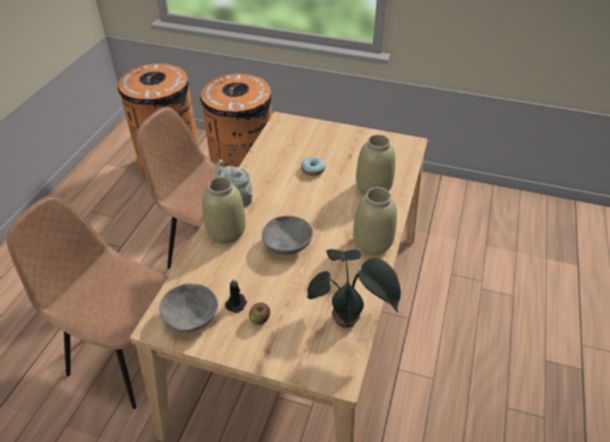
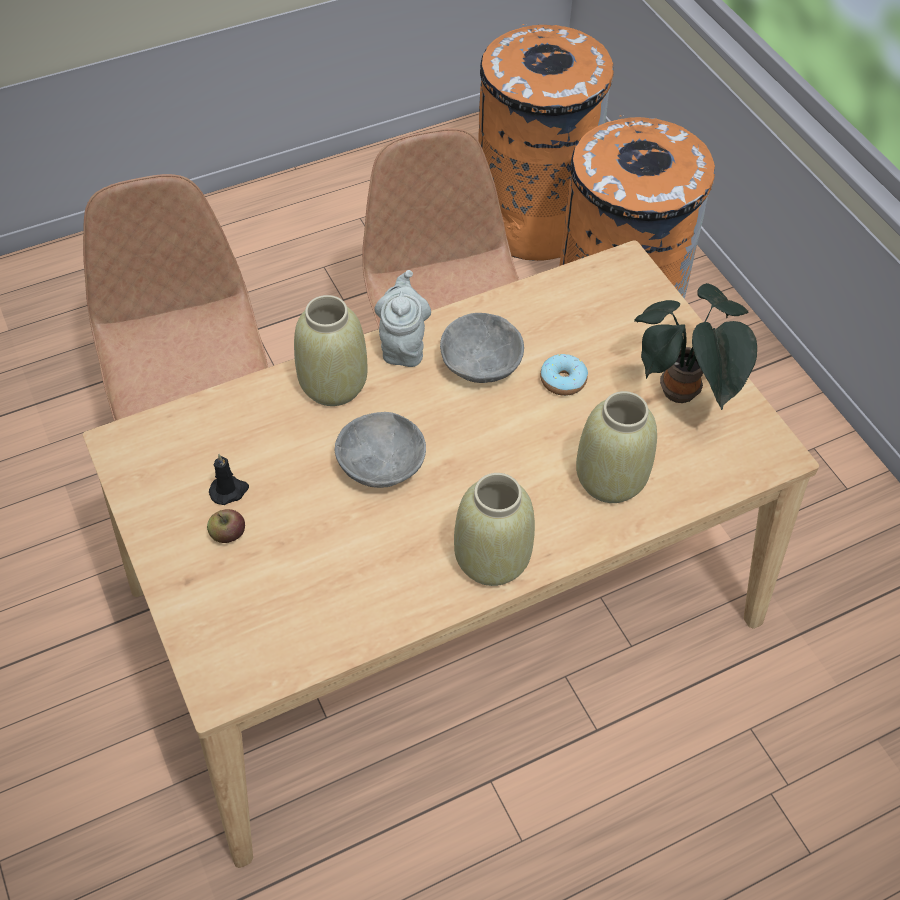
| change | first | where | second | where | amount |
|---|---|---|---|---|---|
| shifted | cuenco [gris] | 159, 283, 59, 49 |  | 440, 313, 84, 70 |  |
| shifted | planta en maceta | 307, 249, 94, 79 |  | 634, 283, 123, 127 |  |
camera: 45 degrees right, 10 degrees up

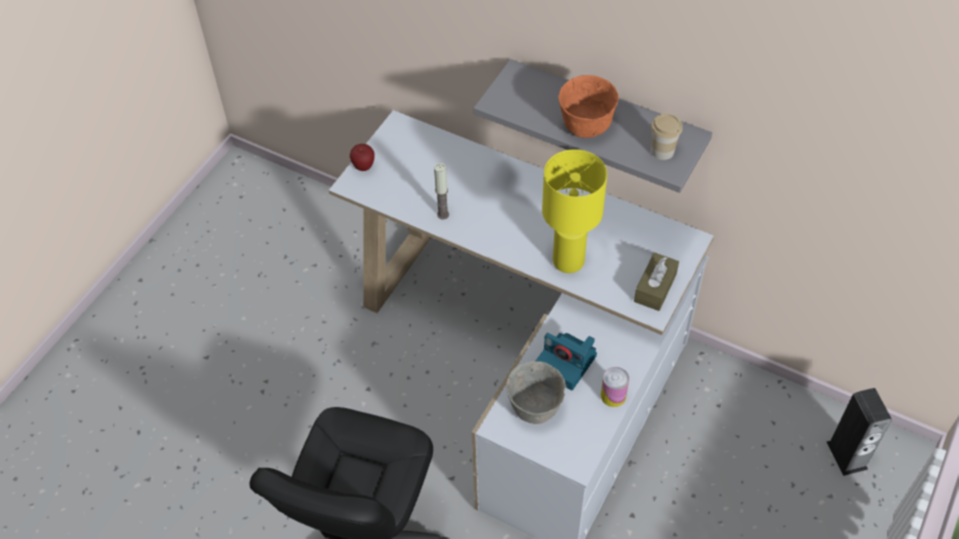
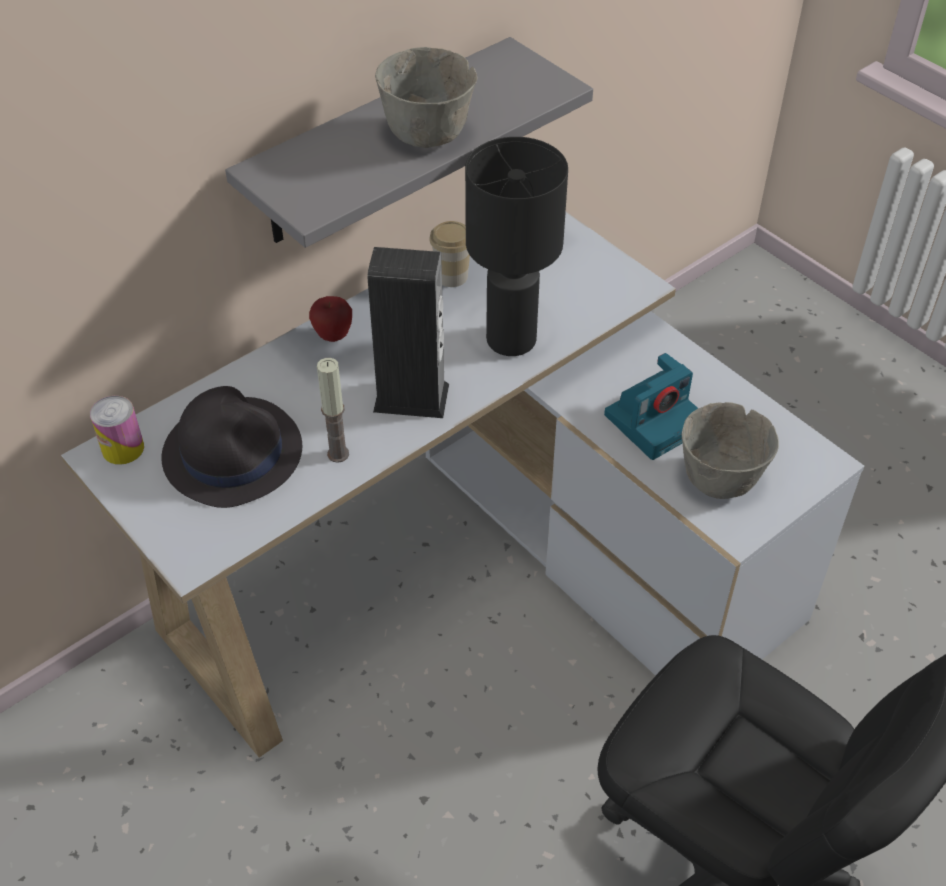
| change | first | where | second | where | amount |
|---|---|---|---|---|---|
| shifted | manzana | 350, 144, 25, 27 |  | 309, 296, 43, 46 |  |
| repainted | lámpara de mesa [amarillo] | 542, 149, 65, 124 | lámpara de mesa [negro] | 465, 137, 103, 219 |  |
| repainted | cuenco [naranja] | 559, 75, 60, 63 | cuenco [gris] | 375, 47, 102, 101 |  |
| shifted | lata | 601, 367, 28, 40 |  | 90, 396, 54, 69 |  |
| gone | caja de pañuelos [marrón] | 634, 252, 45, 59 |  |  |  |
| shifted | taza | 651, 114, 32, 46 |  | 429, 221, 41, 66 |  |
| shifted | altavoz | 827, 388, 65, 88 |  | 368, 247, 81, 171 |  |
| new |  |  | sombrero [negro] | 161, 386, 141, 122 |  |
camera: 70 degrees left, 5 degrees down

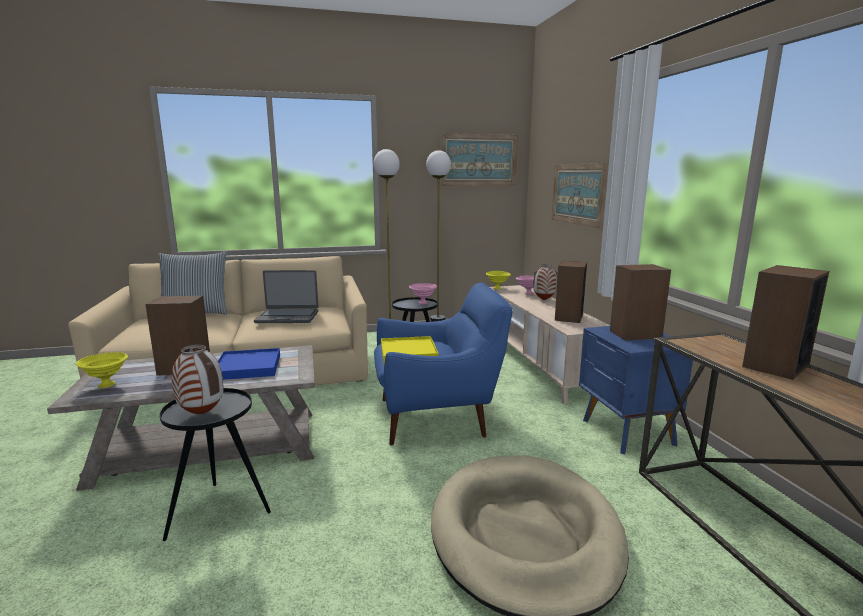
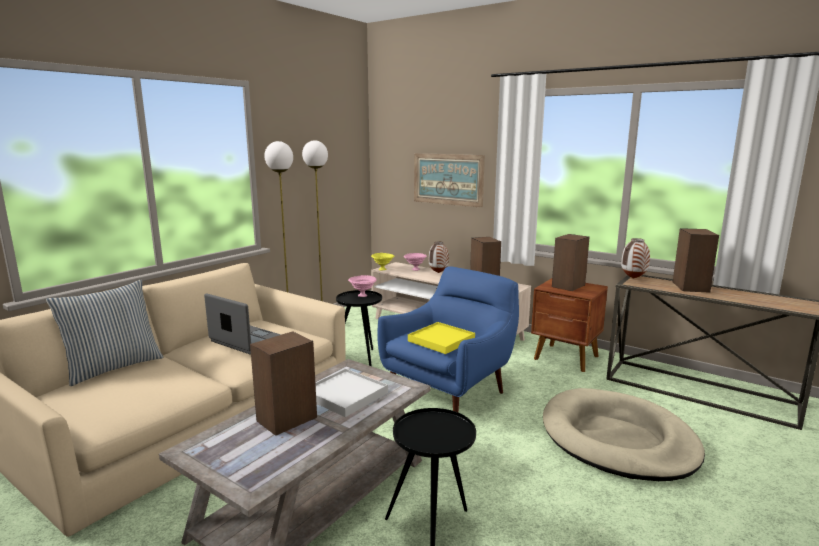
| change | first | where | second | where | amount |
|---|---|---|---|---|---|
| gone | cuenco [amarillo] | 76, 352, 52, 36 |  |  |  |
| shifted | florero | 172, 345, 52, 69 |  | 621, 238, 29, 41 |  |
| repainted | bandeja [azul] | 218, 348, 62, 32 | bandeja [blanco] | 315, 368, 73, 49 |  |
| rotated | portátil | 254, 270, 64, 53 |  | 204, 293, 77, 62 | 105 degrees counterclockwise |
| gone | cuadro | 441, 133, 77, 53 |  |  |  |
| repainted | mesita de noche [azul] | 579, 326, 114, 129 | mesita de noche [marrón] | 531, 278, 77, 94 |  |
camera: 40 degrees left, 0 degrees up

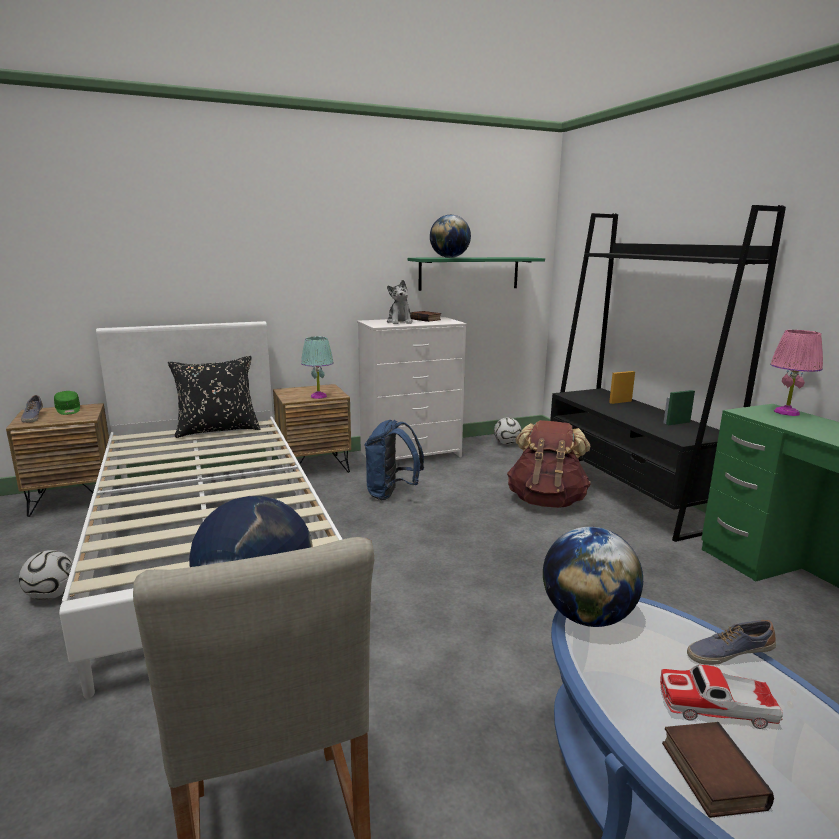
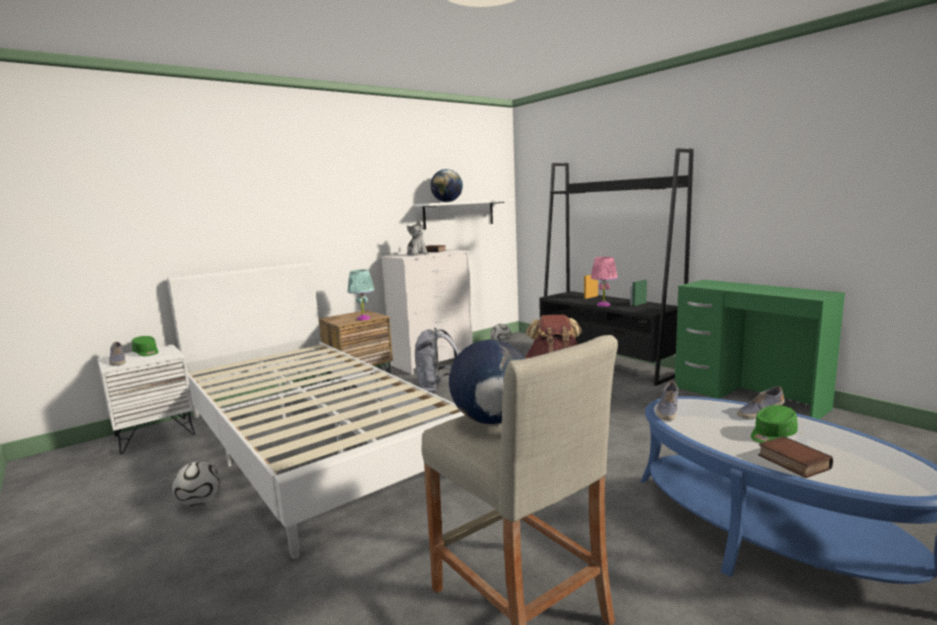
| change | first | where | second | where | amount |
|---|---|---|---|---|---|
| repainted | mesita de noche [marrón] | 6, 403, 103, 114 | mesita de noche [blanco] | 97, 345, 98, 109 |  |
| gone | cojín [negro] | 168, 356, 92, 82 |  |  |  |
| repainted | mochila [azul] | 364, 420, 60, 80 | mochila [gris] | 415, 328, 44, 65 |  |
| repainted | estante [verde] | 408, 257, 137, 34 | estante [blanco] | 414, 199, 100, 31 |  |
| swapped | globo terráqueo | 543, 527, 100, 100 | zapato | 656, 381, 22, 40 |  |
| swapped | coche de juguete | 660, 665, 123, 64 | gorra [verde] | 751, 405, 47, 38 |  |
| shifted | lámpara de mesa [rosa] | 770, 330, 53, 86 |  | 591, 257, 27, 49 |  |
camera: 15 degrees left, 5 degrees down

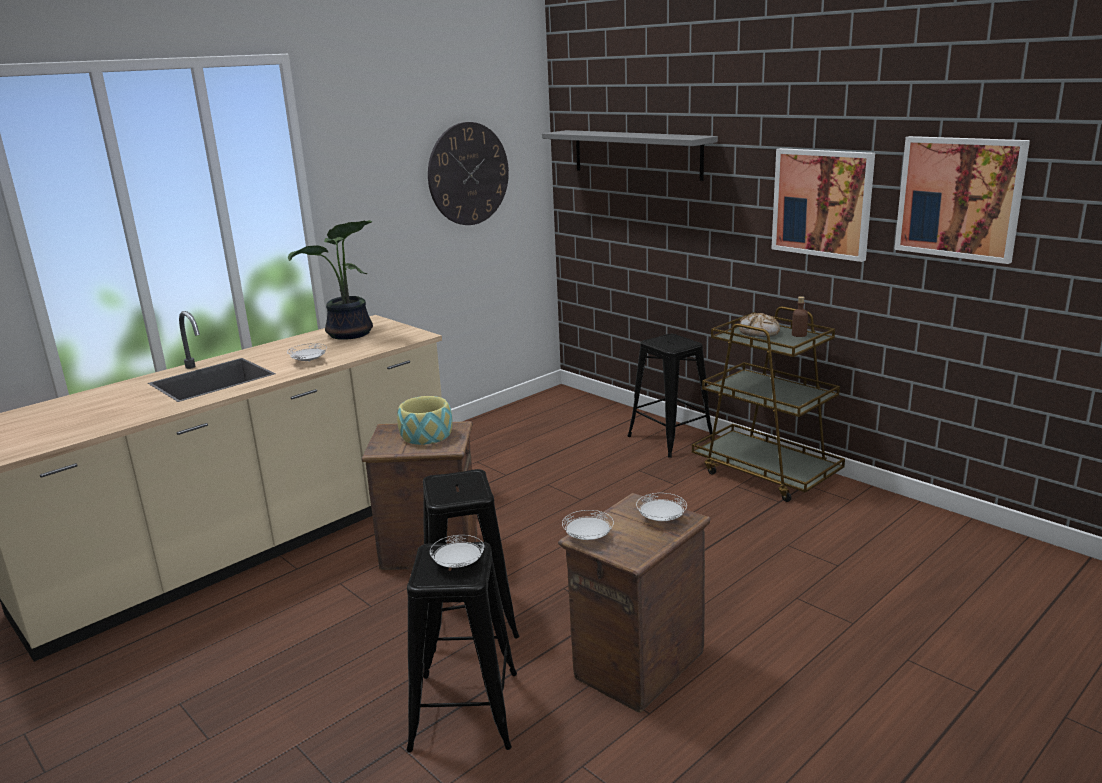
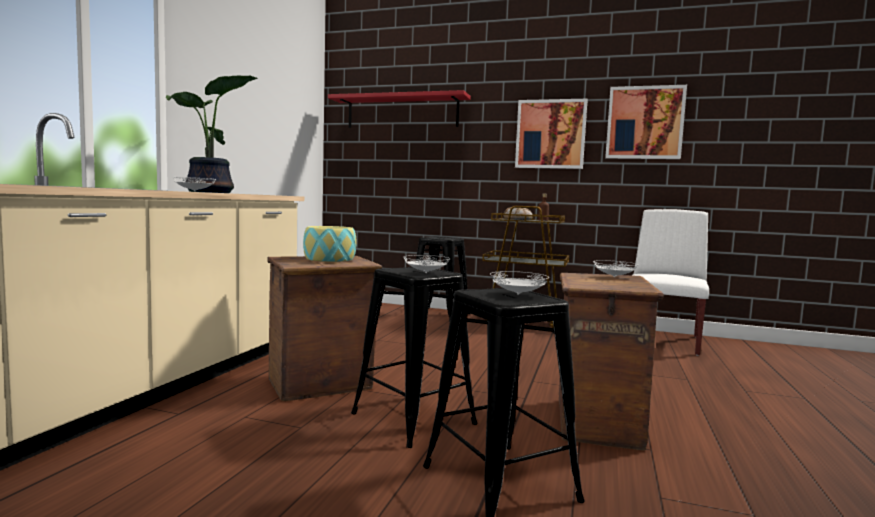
| change | first | where | second | where | amount |
|---|---|---|---|---|---|
| gone | reloj de pared | 428, 122, 81, 103 |  |  |  |
| repainted | estante [gris] | 542, 130, 176, 51 | estante [rojo] | 328, 90, 143, 38 |  |
| shifted | plato [blanco] | 562, 510, 52, 30 |  | 404, 255, 46, 18 |  |
| new |  |  | silla [blanco] | 632, 209, 77, 147 |  |
camera: 30 degrees left, 15 degrees down

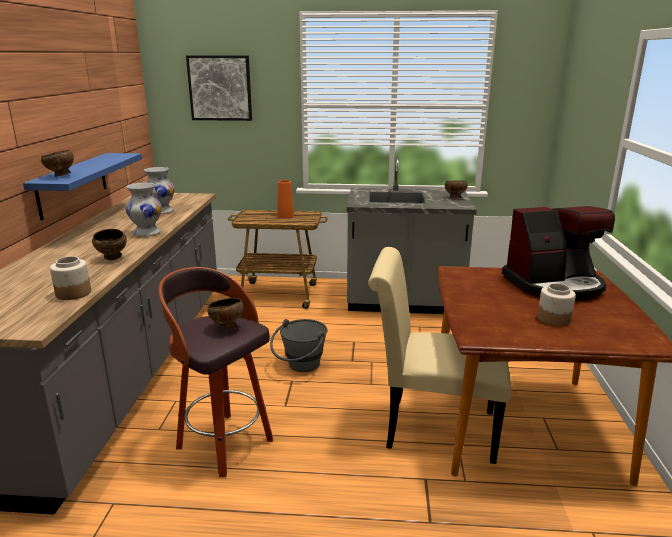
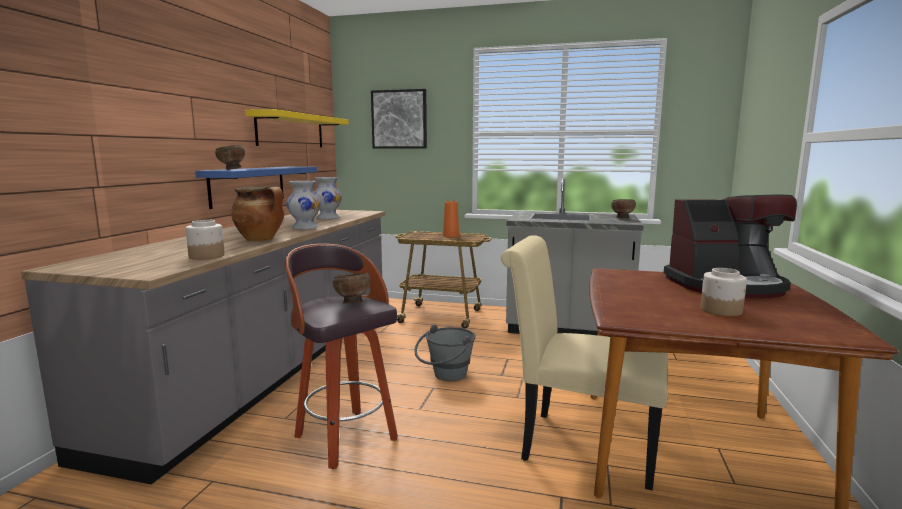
| change | first | where | second | where | amount |
|---|---|---|---|---|---|
| swapped | cuenco [marrón] | 92, 229, 35, 31 | olla | 231, 186, 53, 55 |  |
| new |  |  | estante [amarillo] | 245, 109, 104, 38 |  |
camera: 10 degrees right, 10 degrees down

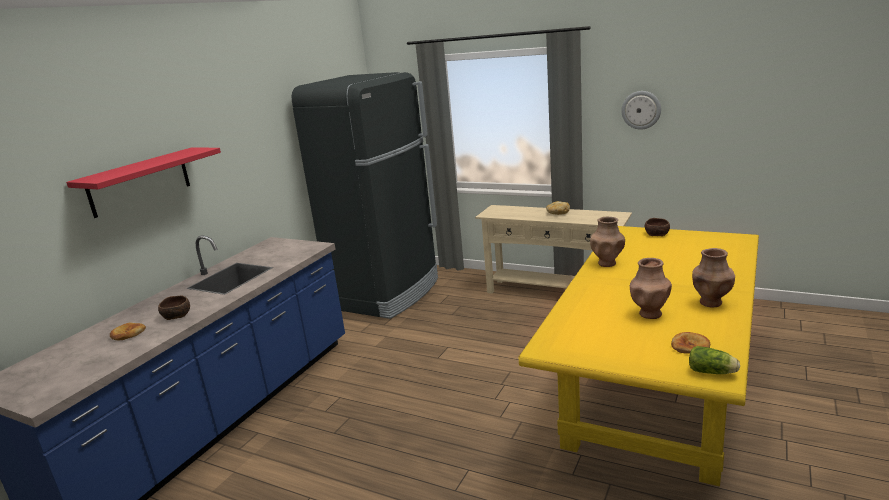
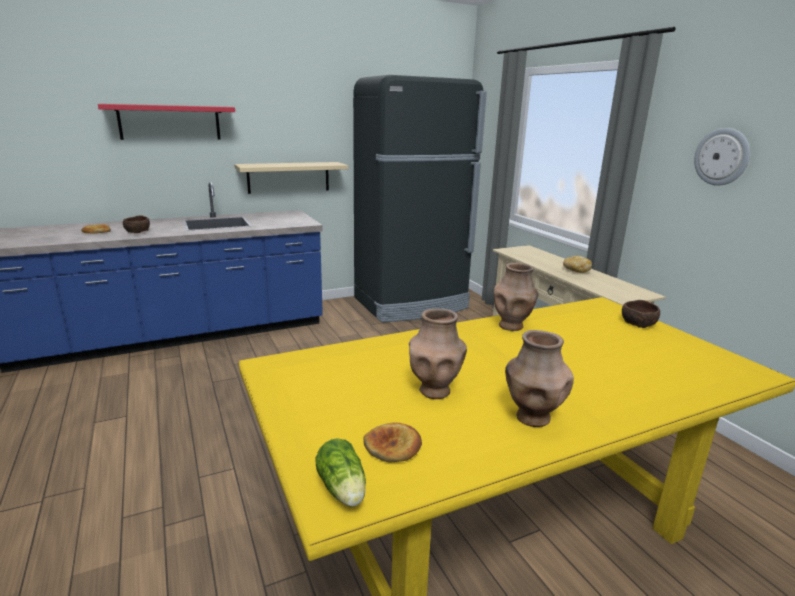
| change | first | where | second | where | amount |
|---|---|---|---|---|---|
| new |  |  | estante [beis] | 234, 162, 114, 32 |  |
camera: 35 degrees right, 0 degrees up

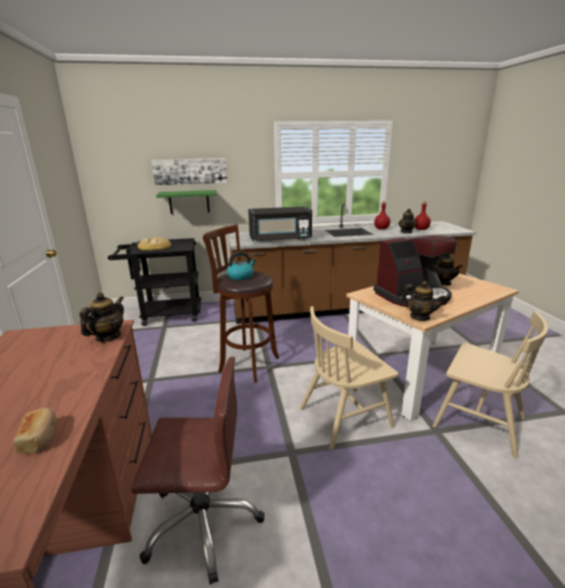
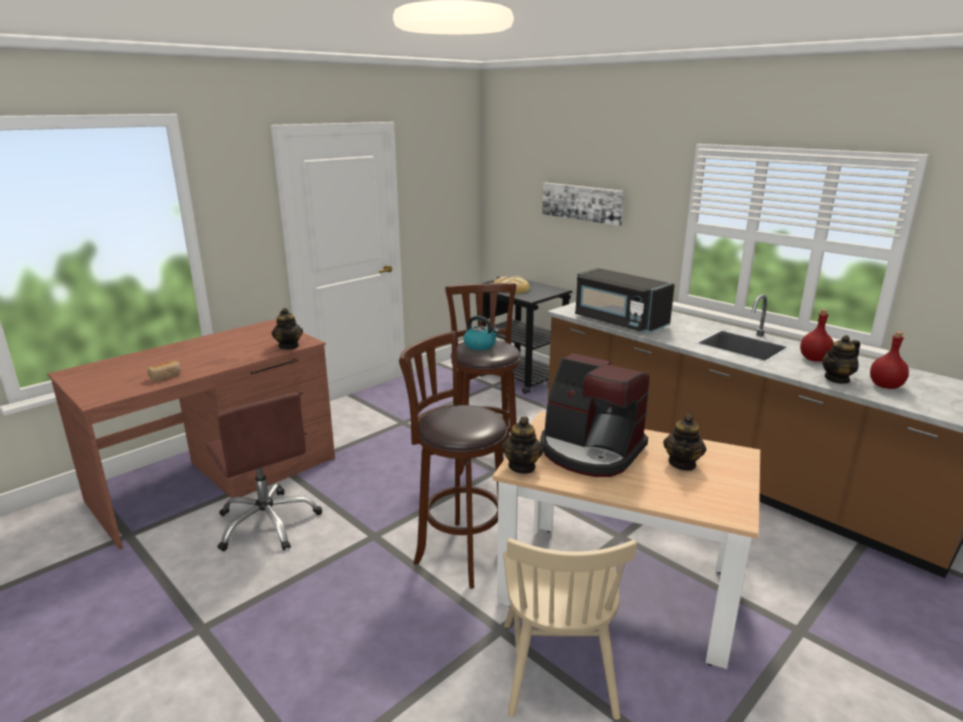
| change | first | where | second | where | amount |
|---|---|---|---|---|---|
| rotated | tetera | 79, 292, 45, 50 |  | 272, 308, 31, 41 | 75 degrees clockwise |
| gone | estante [verde] | 156, 190, 61, 24 |  |  |  |
| swapped | silla [beis] | 300, 306, 98, 144 | taburete [marrón] | 399, 331, 108, 258 |  |
camera: 55 degrees right, 0 degrees up

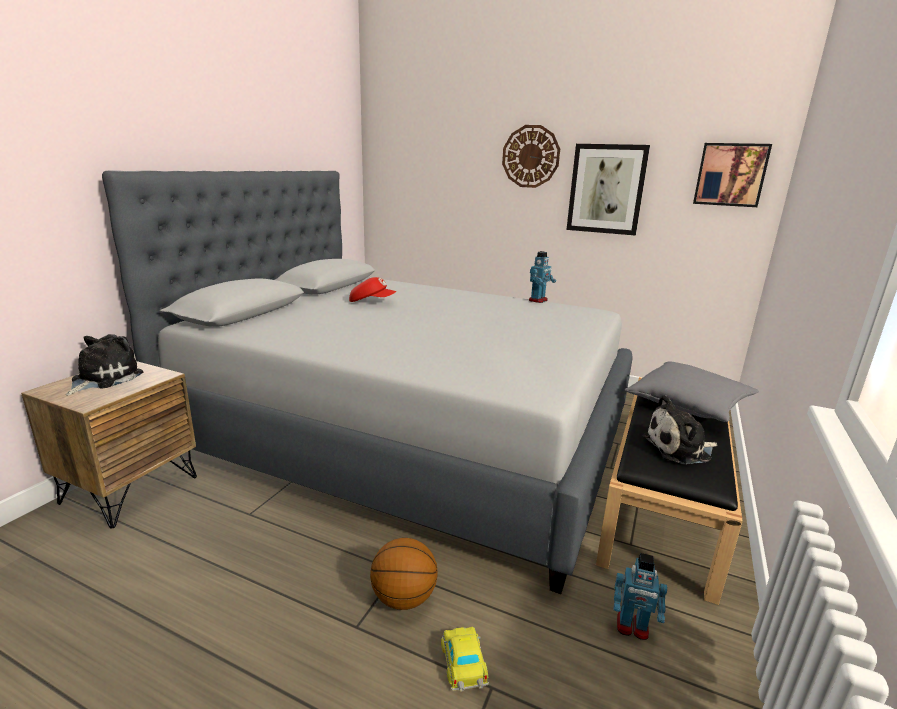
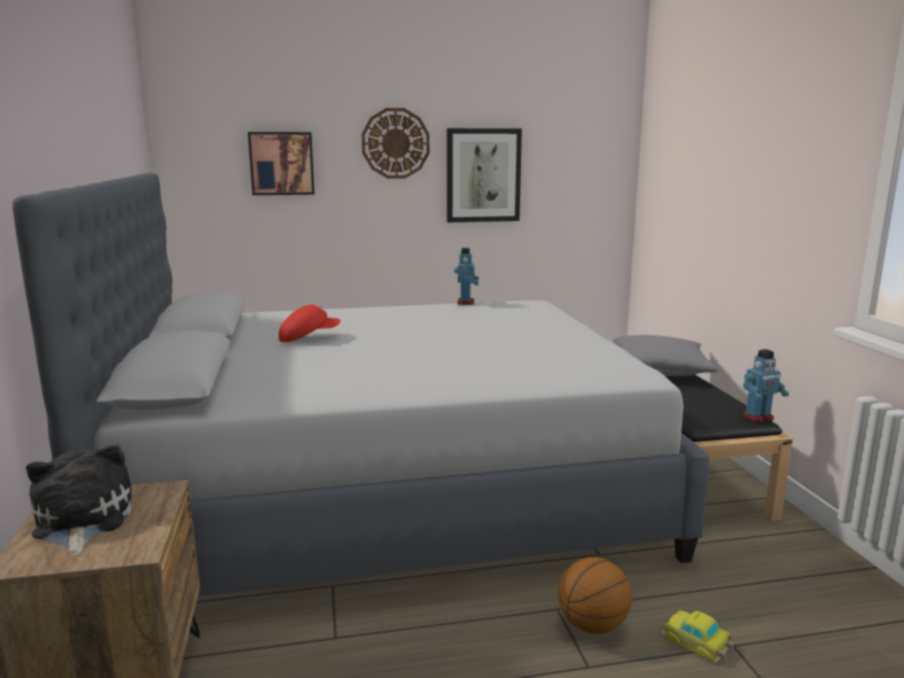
| change | first | where | second | where | amount |
|---|---|---|---|---|---|
| shifted | robot de juguete | 613, 553, 54, 87 |  | 743, 349, 46, 74 |  |
| gone | peluche | 643, 395, 74, 69 |  |  |  |
| shifted | cuadro | 693, 143, 79, 64 |  | 248, 132, 67, 63 |  |
camera: 35 degrees left, 5 degrees down

